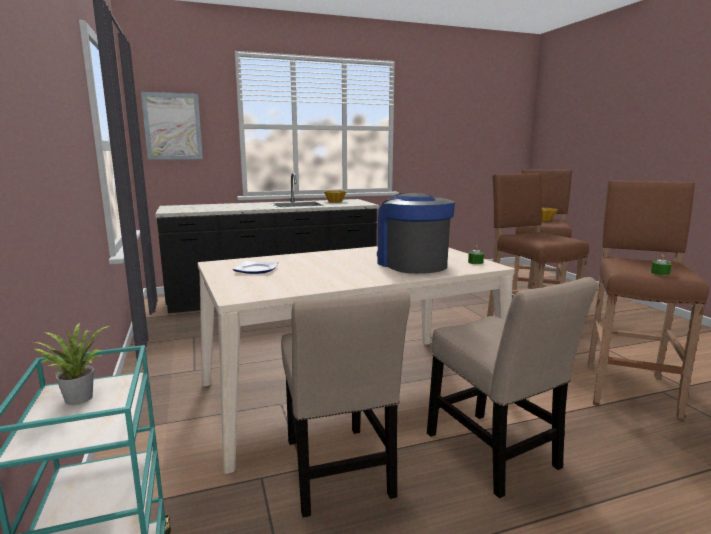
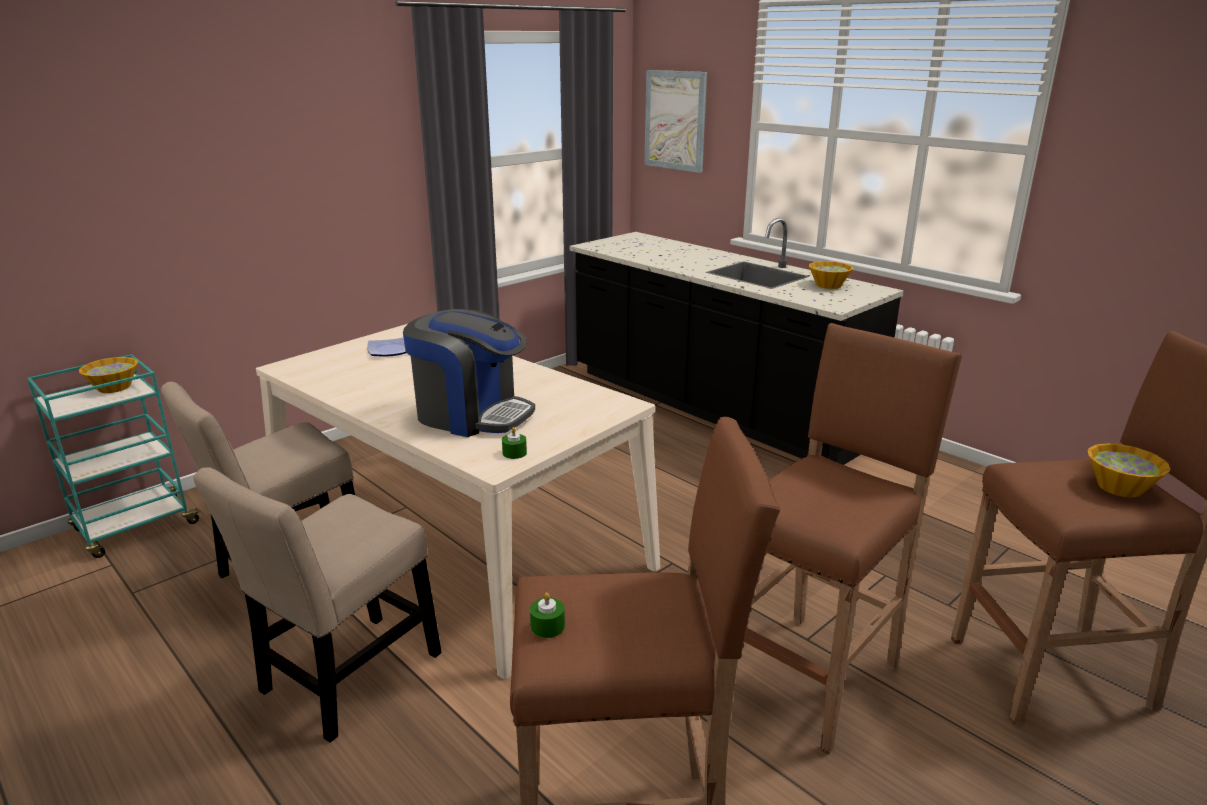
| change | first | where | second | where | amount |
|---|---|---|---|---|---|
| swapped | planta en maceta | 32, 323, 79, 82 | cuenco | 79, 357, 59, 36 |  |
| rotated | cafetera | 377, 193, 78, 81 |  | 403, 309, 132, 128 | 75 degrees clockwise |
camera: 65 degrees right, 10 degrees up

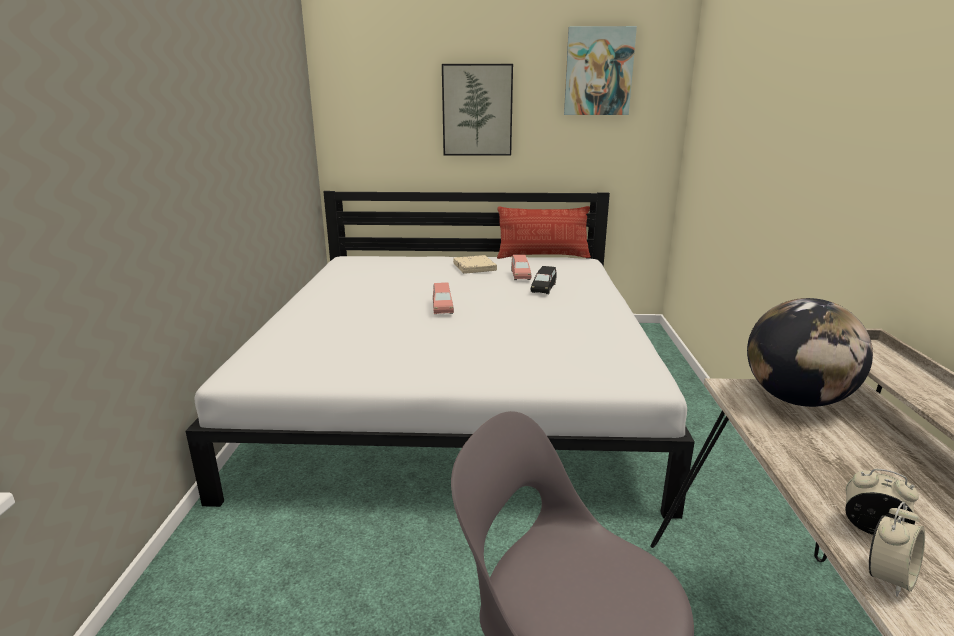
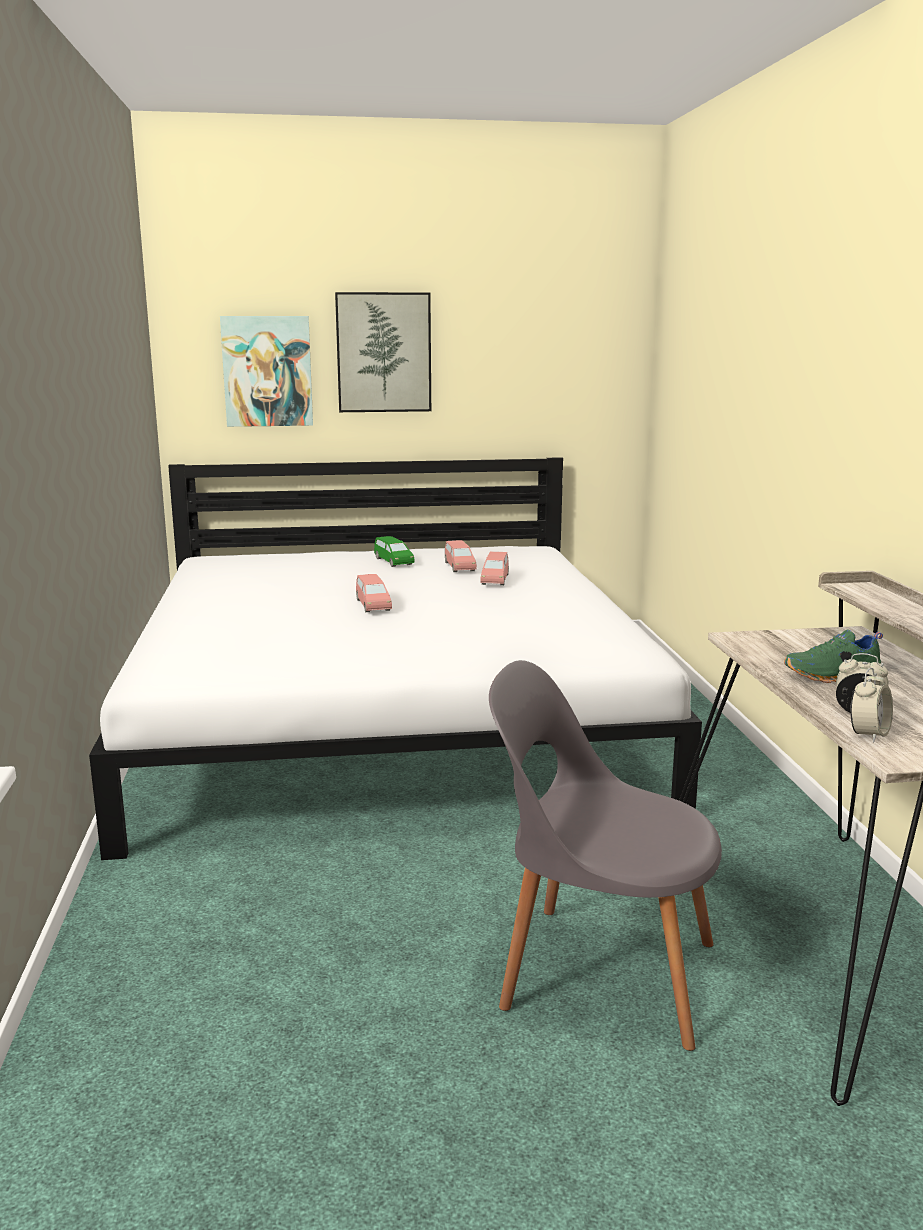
| change | first | where | second | where | amount |
|---|---|---|---|---|---|
| swapped | libro [beis] | 453, 255, 44, 19 | coche de juguete [verde] | 374, 536, 41, 31 |  |
| gone | cojín | 497, 206, 94, 53 |  |  |  |
| repainted | coche de juguete [negro] | 531, 266, 25, 28 | coche de juguete [rosa] | 480, 552, 29, 33 |  |
| shifted | cuadro | 564, 26, 73, 89 |  | 220, 316, 93, 111 |  |
| gone | globo terráqueo | 747, 298, 126, 109 |  |  |  |
| new |  |  | zapato [verde] | 784, 629, 99, 54 |  |
camera: 10 degrees left, 5 degrees down

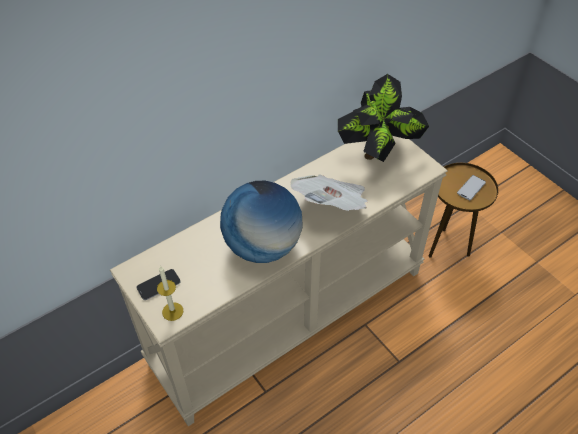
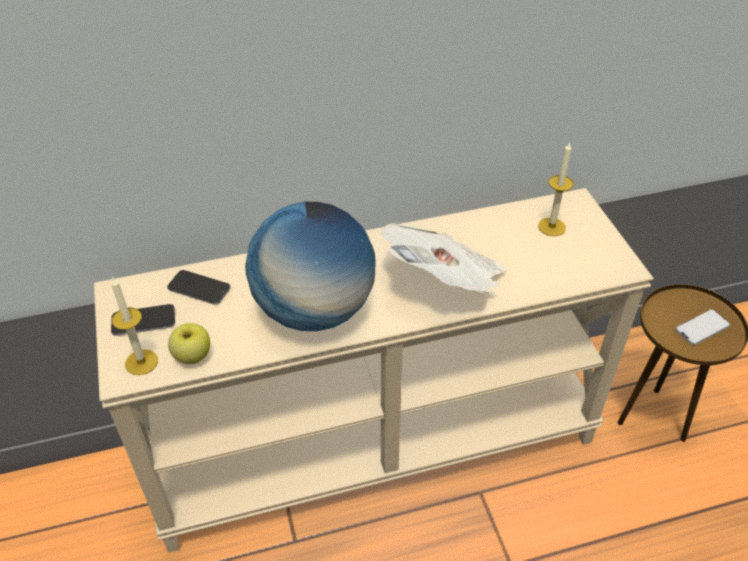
| change | first | where | second | where | amount |
|---|---|---|---|---|---|
| swapped | planta en maceta | 338, 74, 91, 88 | vela | 538, 142, 35, 94 |  |
| new |  |  | móvil | 167, 270, 64, 35 |  |
| new |  |  | manzana | 168, 323, 42, 41 |  |
camera: 20 degrees right, 5 degrees down

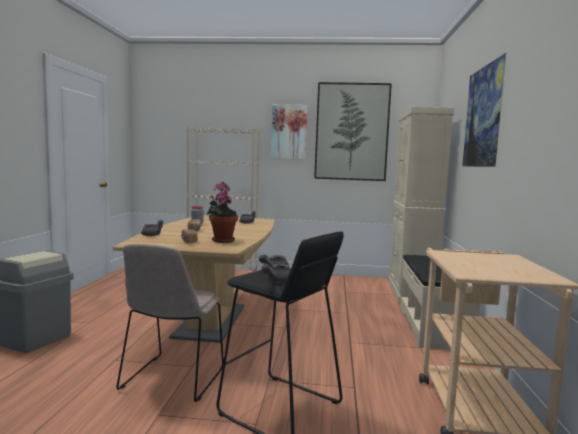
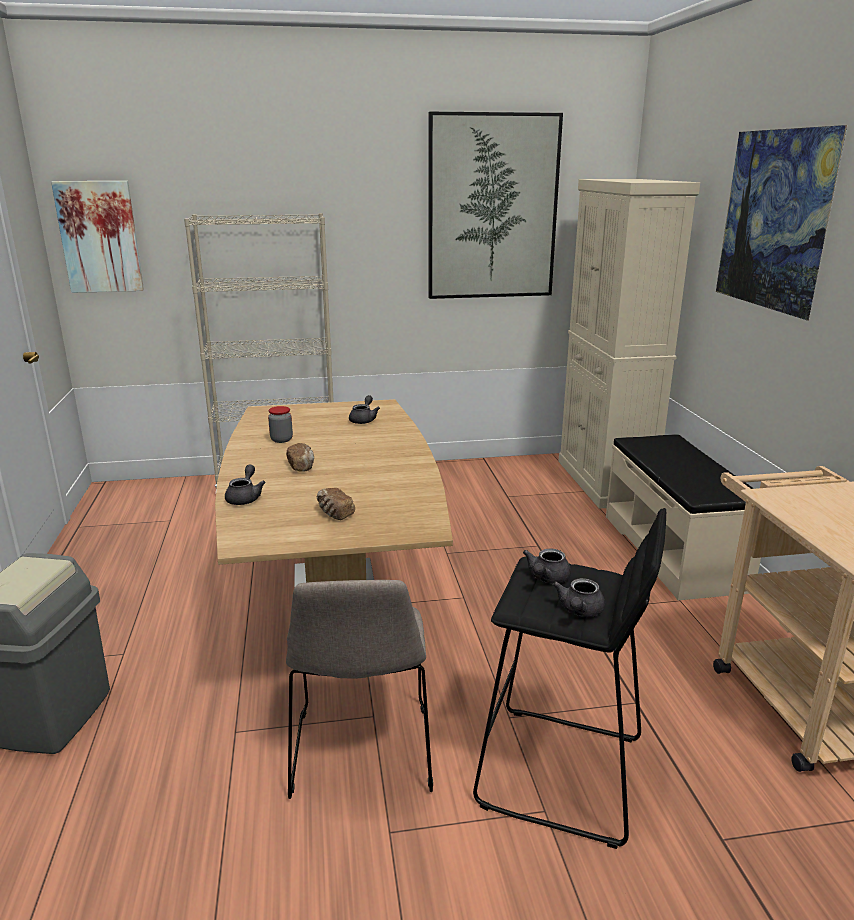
| change | first | where | second | where | amount |
|---|---|---|---|---|---|
| gone | planta en maceta | 207, 182, 31, 61 |  |  |  |
| shifted | cuadro | 271, 104, 37, 56 |  | 51, 181, 93, 112 |  |
camera: 15 degrees left, 15 degrees up

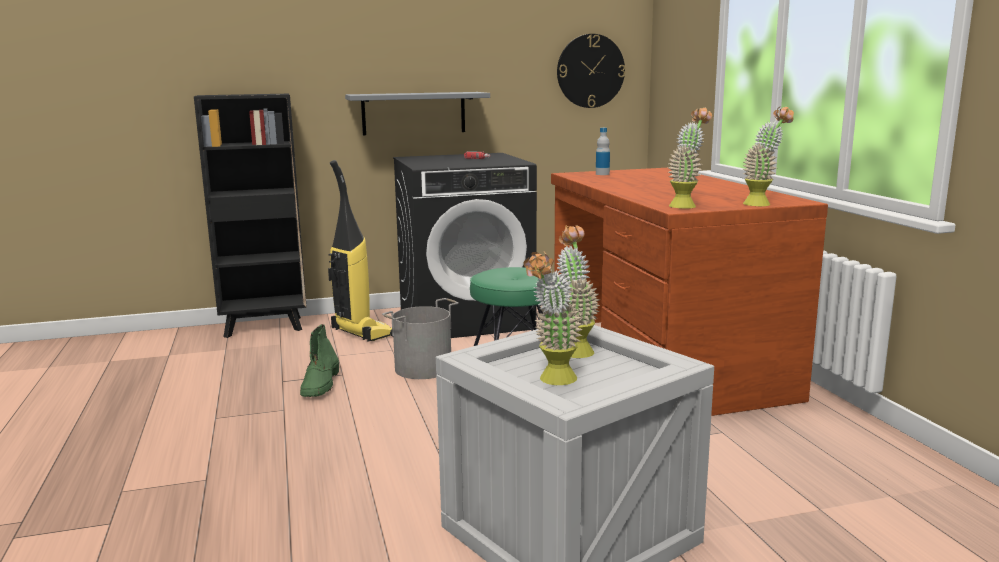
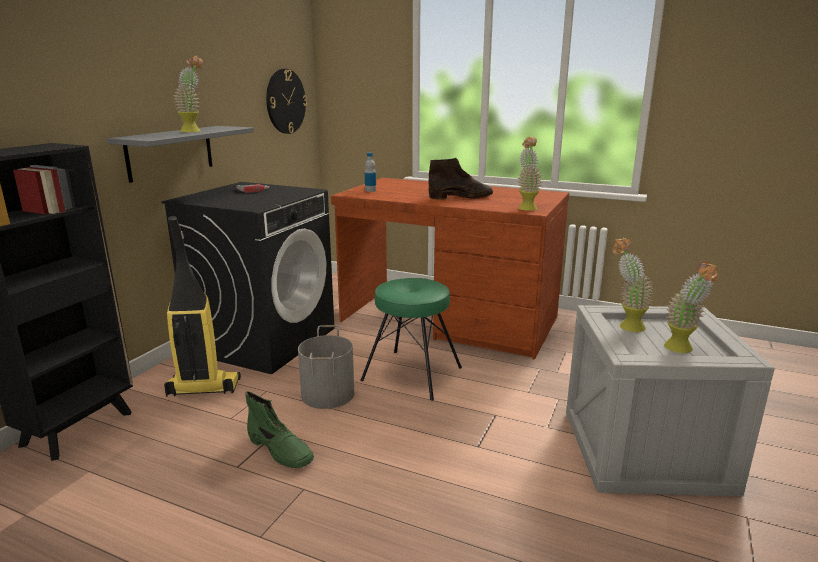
| change | first | where | second | where | amount |
|---|---|---|---|---|---|
| shifted | planta en maceta | 742, 106, 52, 100 |  | 174, 56, 29, 76 |  |
| new |  |  | bota [marrón] | 429, 158, 64, 42 |  |
camera: 50 degrees left, 5 degrees up

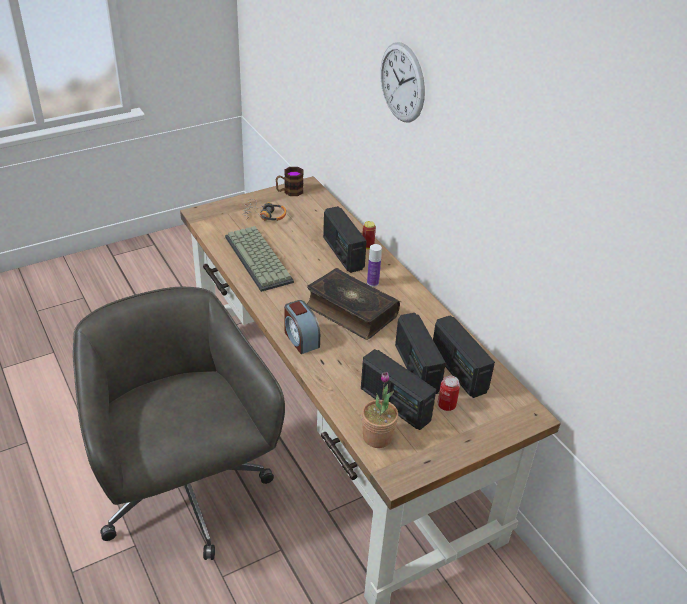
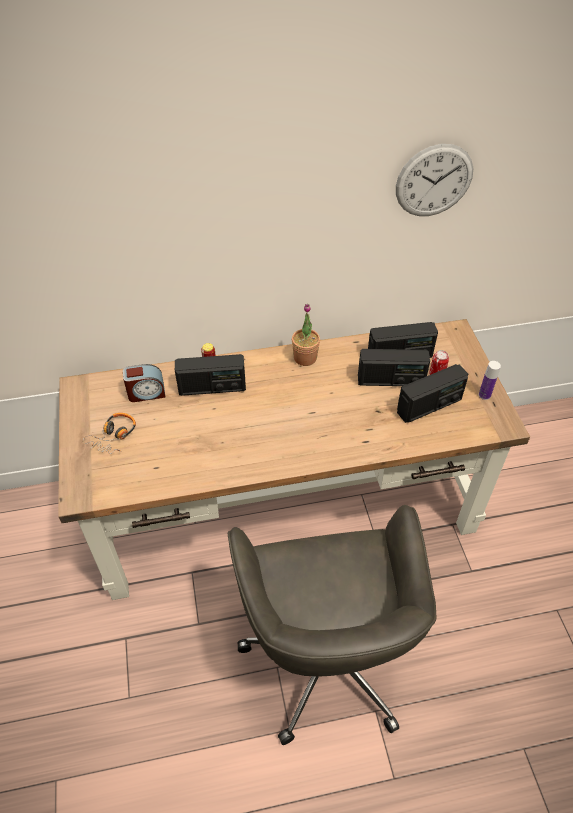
| change | first | where | second | where | amount |
|---|---|---|---|---|---|
| rotated | silla de oficina [gris] | 73, 286, 212, 274 |  | 228, 505, 208, 240 | 90 degrees counterclockwise |
| gone | teclado | 225, 226, 69, 66 |  |  |  |
| gone | taza grande | 276, 167, 28, 29 |  |  |  |
| shifted | despertador | 284, 300, 36, 54 |  | 123, 364, 42, 38 |  |
| gone | libro | 307, 268, 93, 72 |  |  |  |
| shifted | planta en maceta | 362, 372, 36, 76 |  | 292, 304, 28, 62 |  |
| shifted | botella | 367, 244, 15, 43 |  | 479, 361, 22, 39 |  |
| shifted | reloj de pared | 380, 42, 45, 81 |  | 396, 144, 77, 72 |  |
camera: 70 degrees left, 10 degrees up

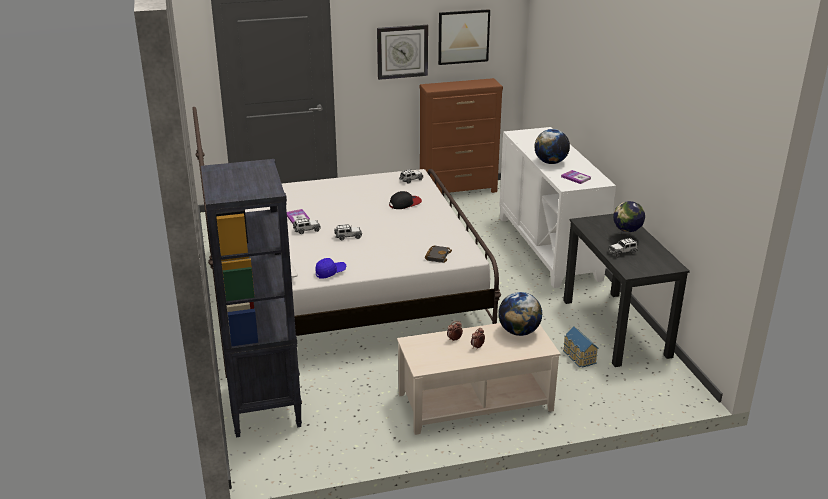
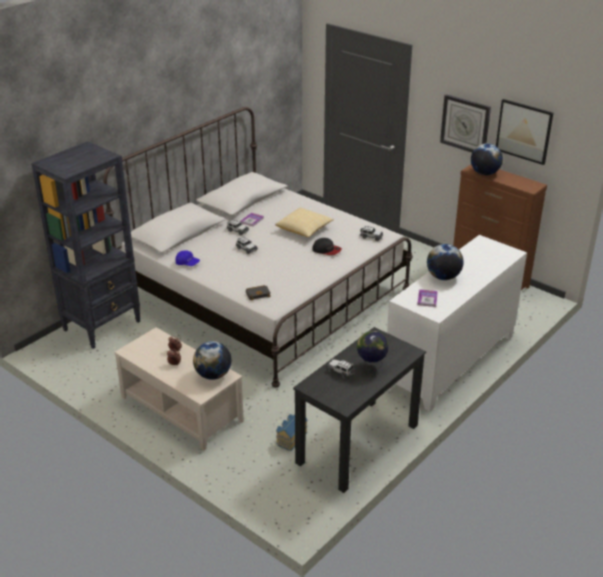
| change | first | where | second | where | amount |
|---|---|---|---|---|---|
| new |  |  | cojín | 275, 208, 59, 29 |  |
| new |  |  | globo terráqueo | 471, 144, 32, 31 |  |
camera: 55 degrees right, 5 degrees up

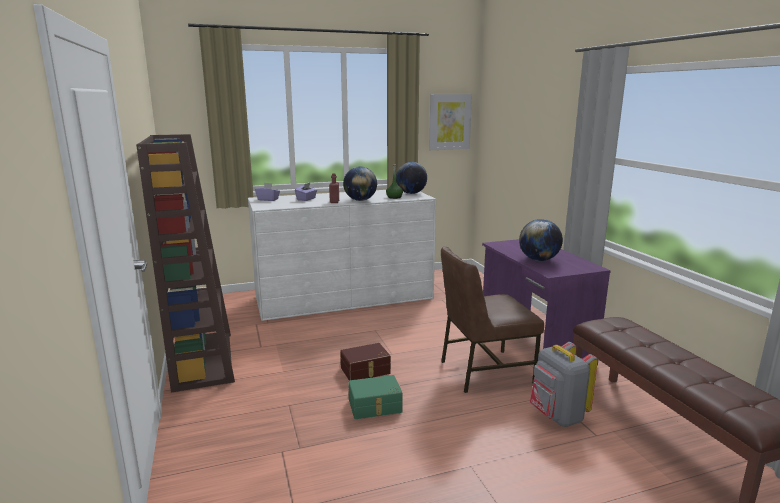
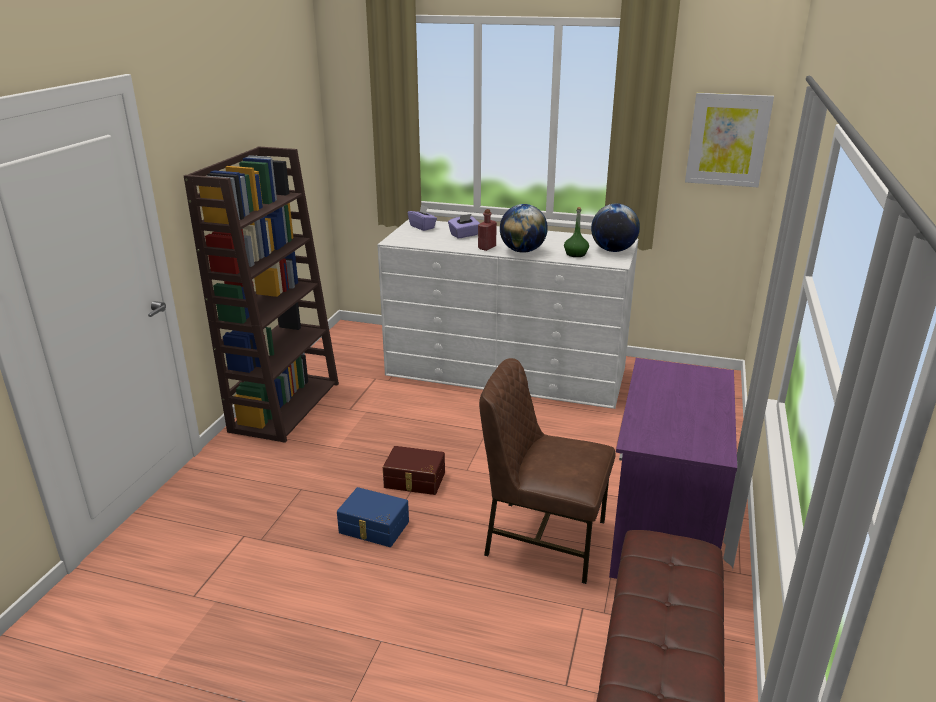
| change | first | where | second | where | amount |
|---|---|---|---|---|---|
| repainted | caja de almacenaje [verde] | 348, 375, 55, 44 | caja de almacenaje [azul] | 337, 487, 72, 60 |  |
| gone | globo terráqueo | 519, 219, 44, 42 |  |  |  |
| gone | mochila [gris] | 530, 342, 68, 85 |  |  |  |
camera: 35 degrees right, 10 degrees up

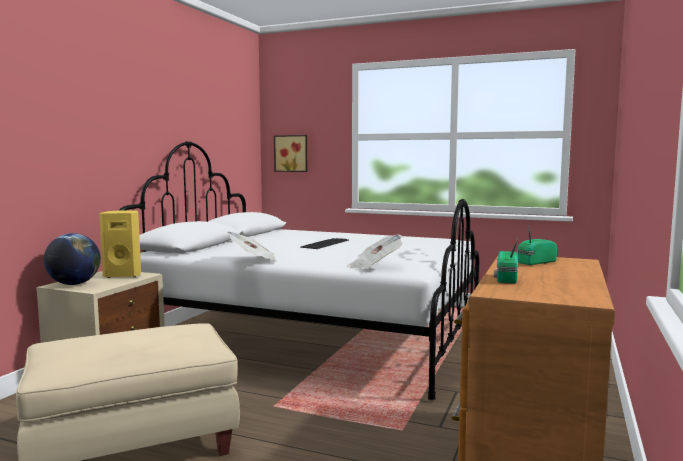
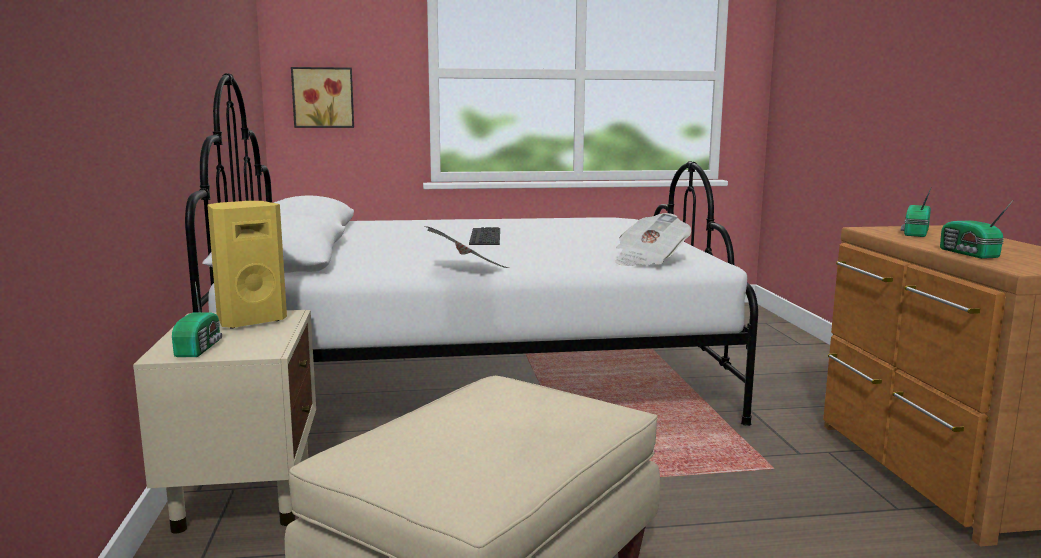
| change | first | where | second | where | amount |
|---|---|---|---|---|---|
| swapped | globo terráqueo | 44, 233, 57, 52 | radio | 172, 282, 50, 75 |  |
camera: 30 degrees left, 5 degrees up

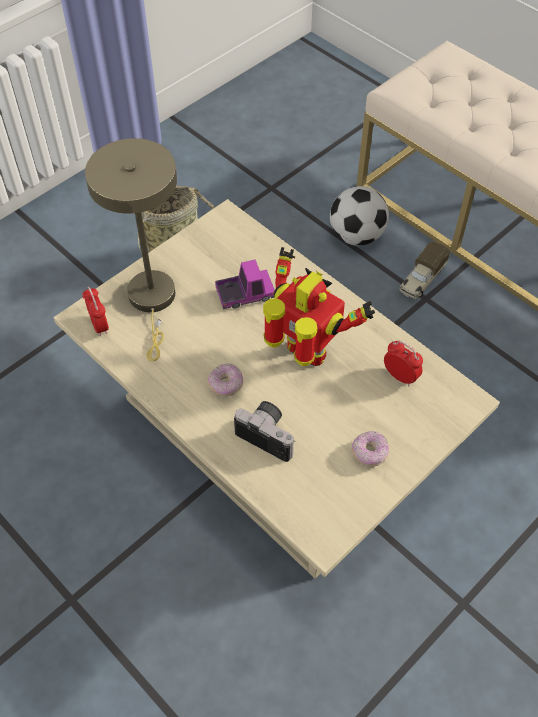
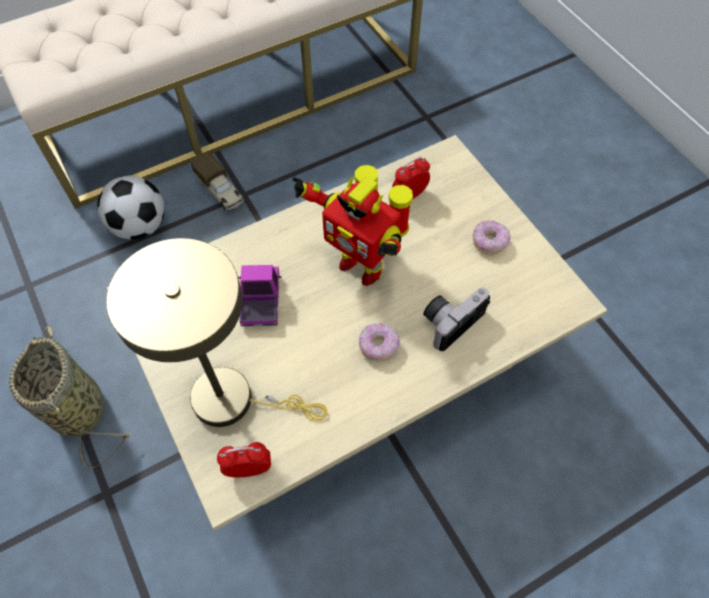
| change | first | where | second | where | amount |
|---|---|---|---|---|---|
| rotated | robot de juguete | 263, 247, 112, 119 |  | 292, 165, 121, 121 | 105 degrees counterclockwise |
camera: 75 degrees left, 5 degrees up

